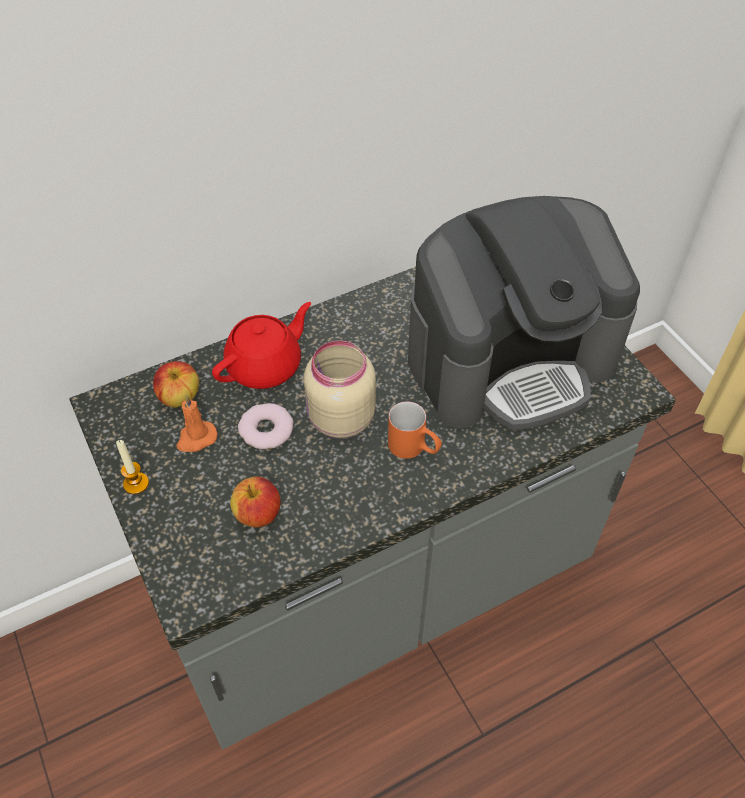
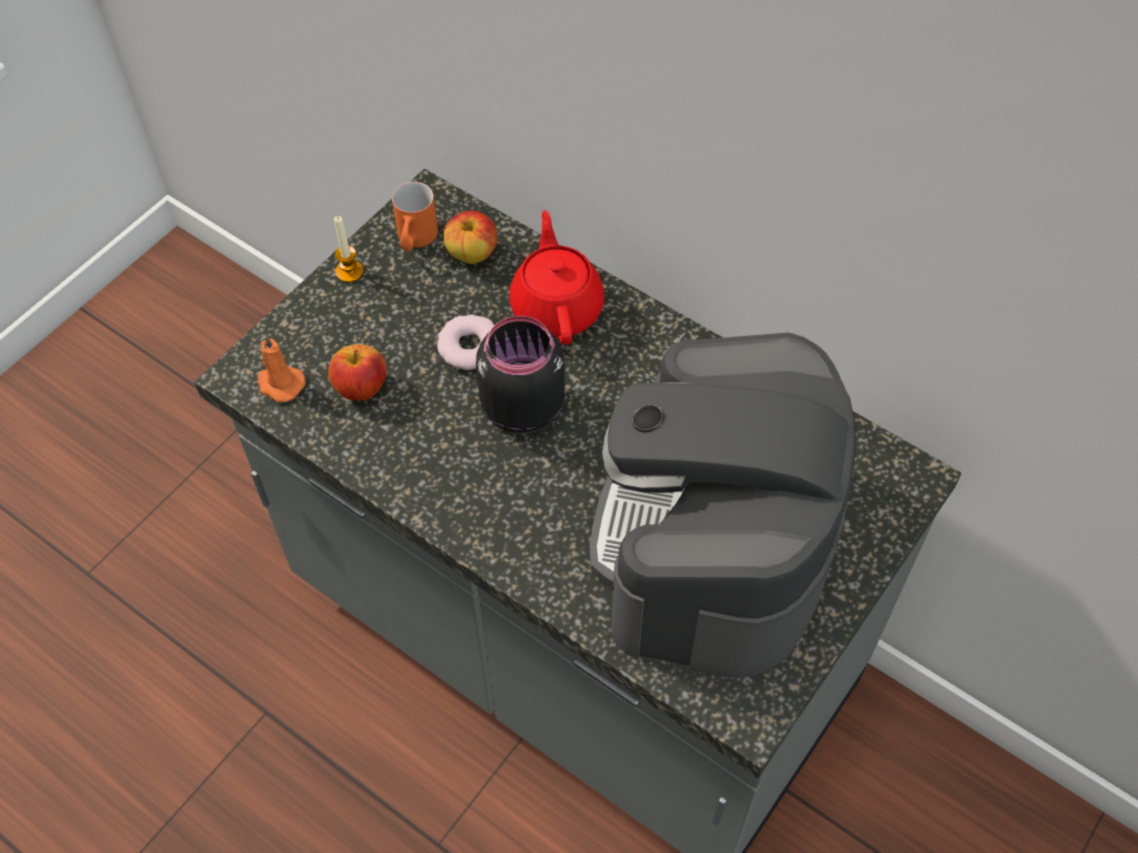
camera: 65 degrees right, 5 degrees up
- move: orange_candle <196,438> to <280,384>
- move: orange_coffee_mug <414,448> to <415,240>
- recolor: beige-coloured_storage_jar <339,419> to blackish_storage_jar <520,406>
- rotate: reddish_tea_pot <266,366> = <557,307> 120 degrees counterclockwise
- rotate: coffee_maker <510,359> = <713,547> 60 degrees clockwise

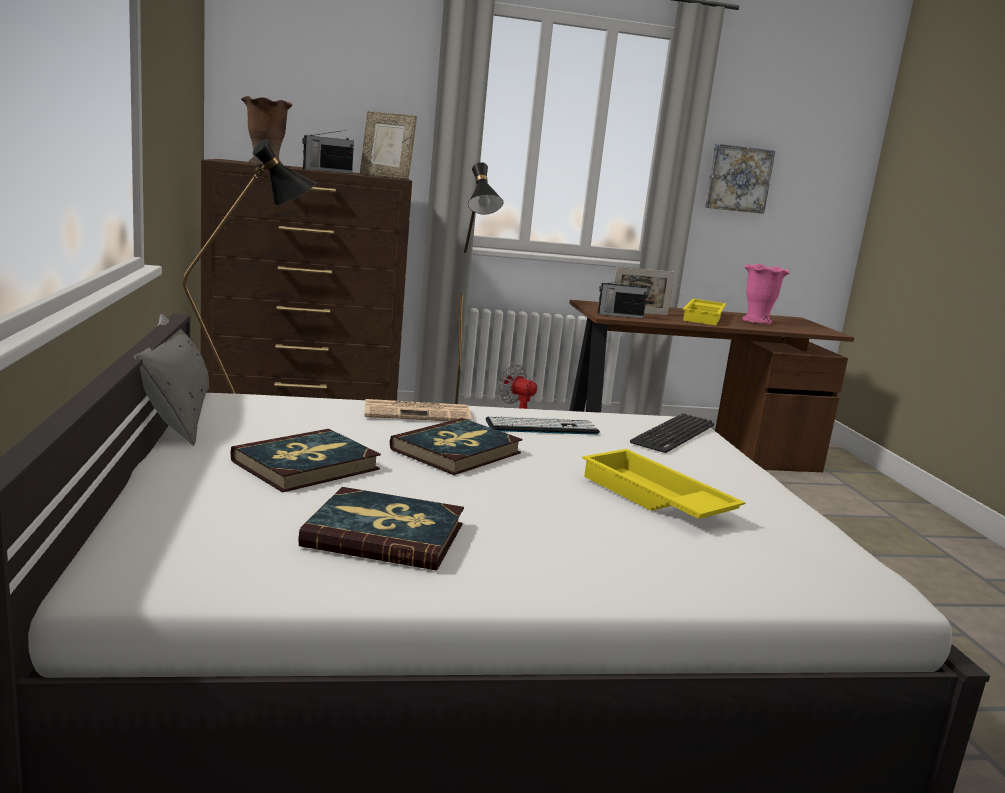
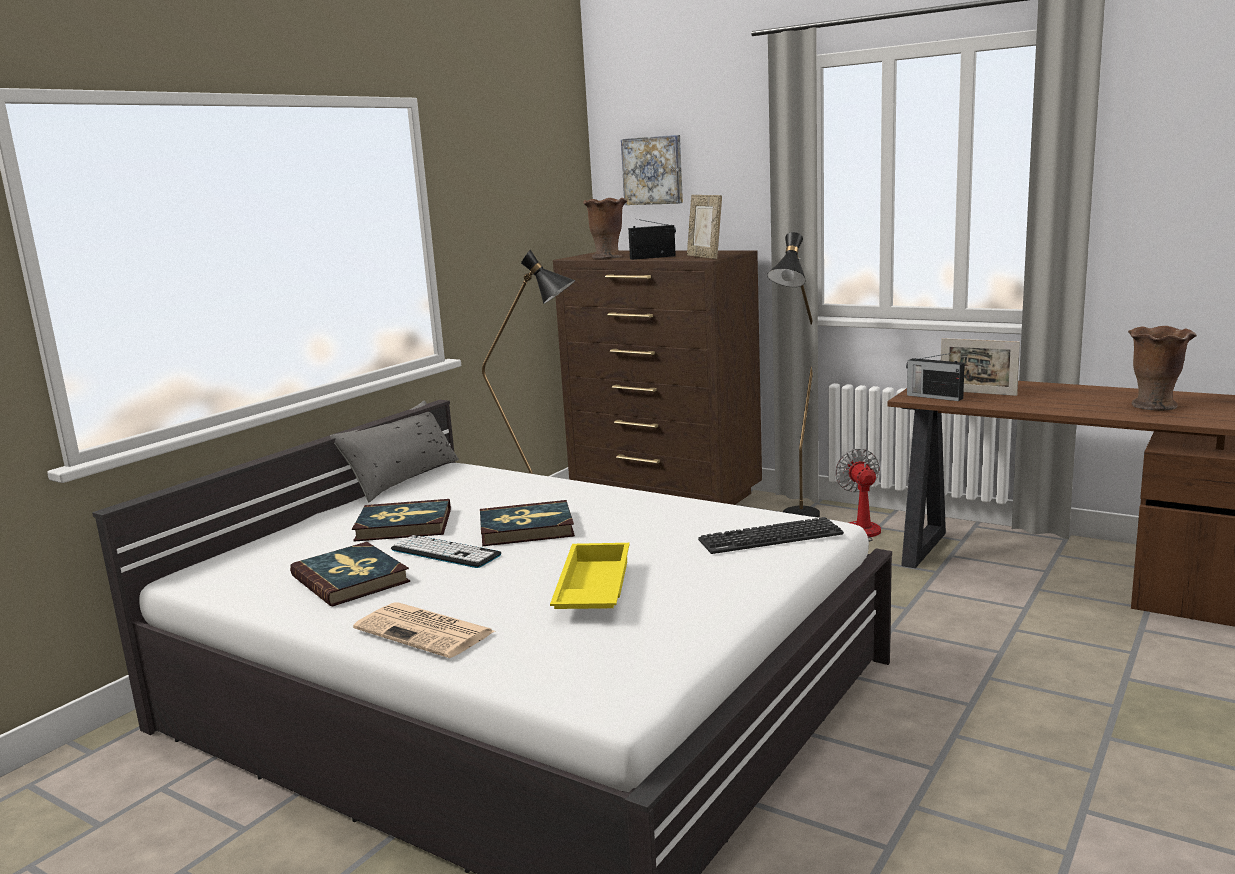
camera: 45 degrees right, 0 degrees up
- move: daily_paper <418,413> to <426,631>
- move: computer_keyboard <542,427> to <445,552>
- move: wall_picture <738,179> to <653,170>
- rotate: radio_receiver <326,171> = <653,257> 150 degrees clockwise
- recolor: pinkish_flower_vase <757,321> to brown_flower_vase <1154,406>
- delete: yellow_serving_tray <704,317>

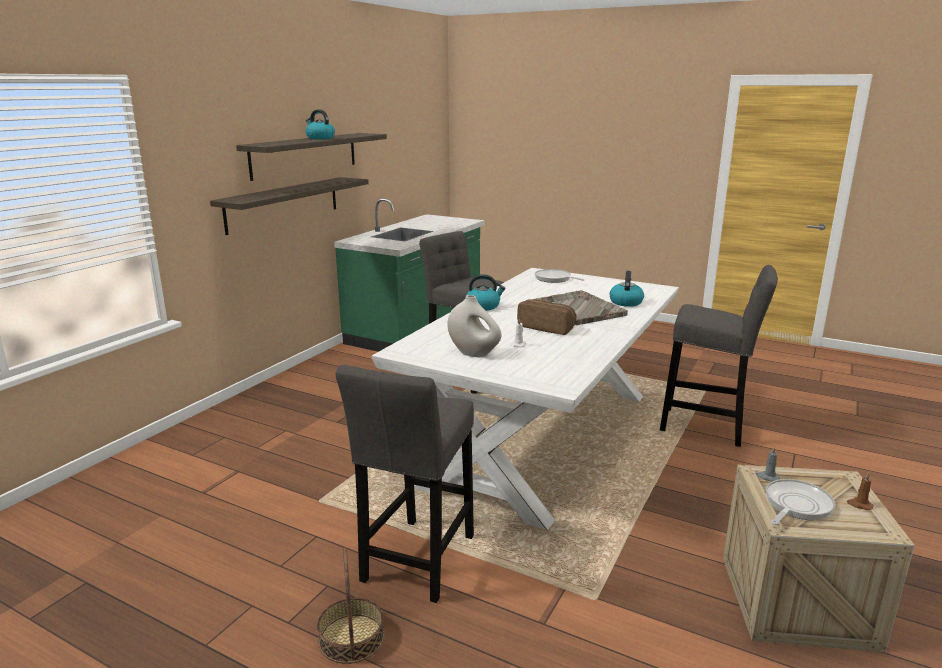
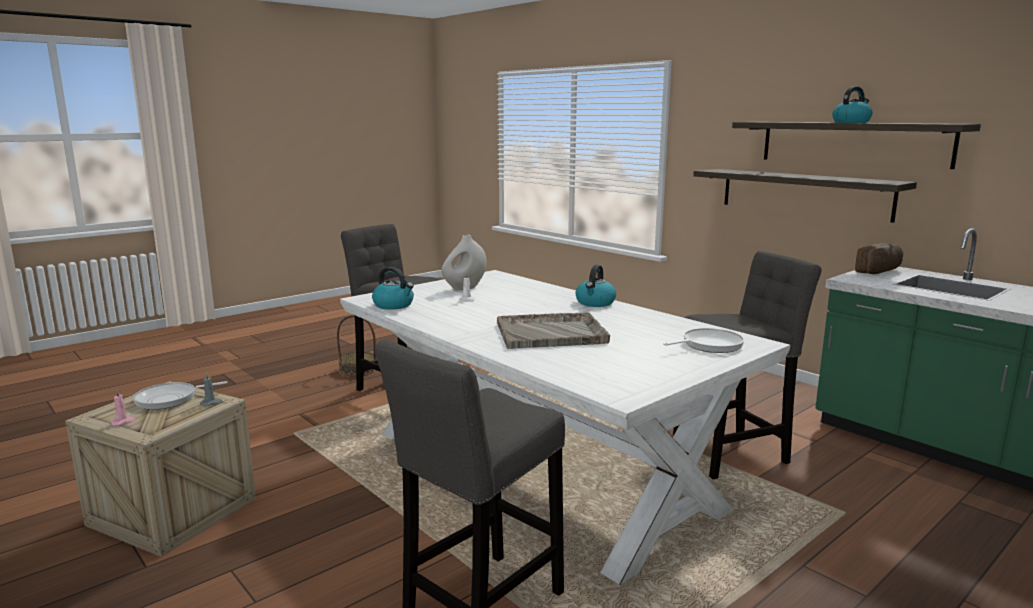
camera: 110 degrees right, 5 degrees down
- recolor: brown_candle <859,504> to pinkish_candle <123,422>
- rotate: pan <796,505> = <170,399> 90 degrees clockwise
- move: tea_kettle <625,302> to <394,305>
- move: baked_bread <547,327> to <880,271>

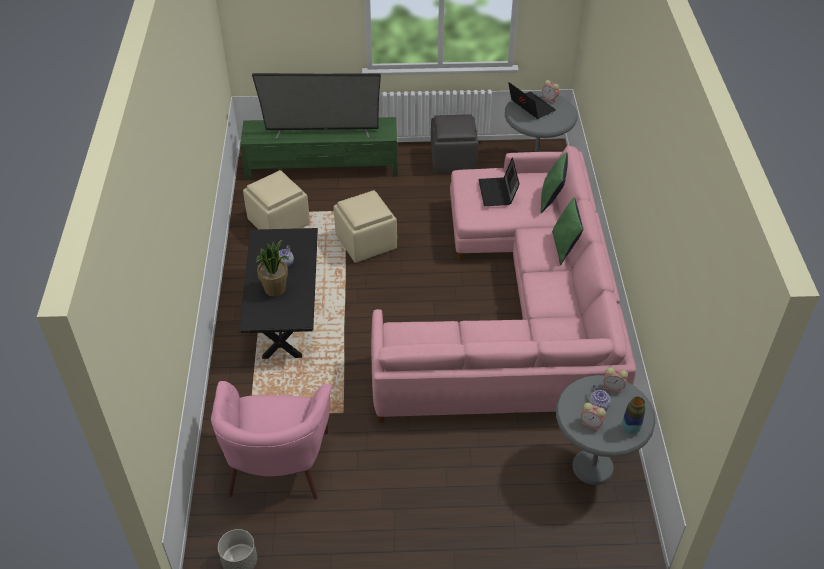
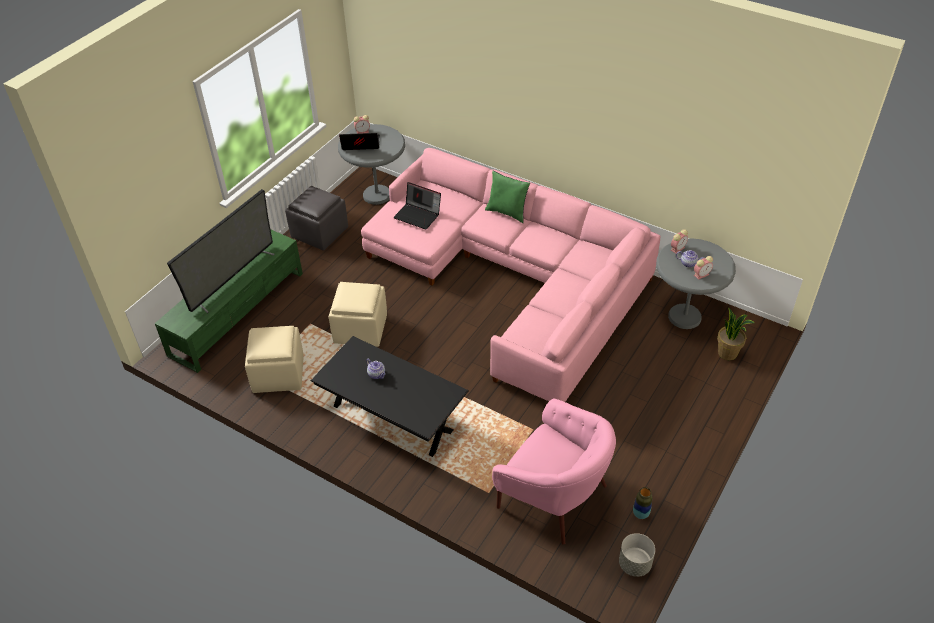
camera: 55 degrees left, 0 degrees up
- move: flower_vase <630,428> to <640,514>
- move: potted_plant <275,289> to <728,353>
- delete: greenish_throw_pillow <551,199>

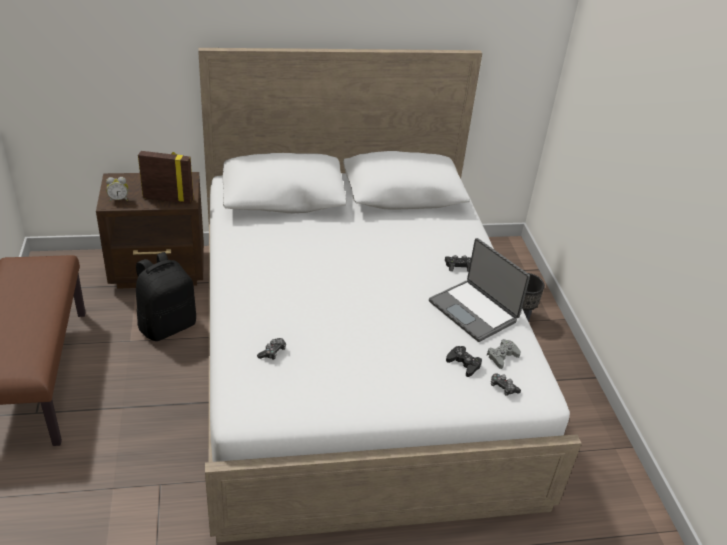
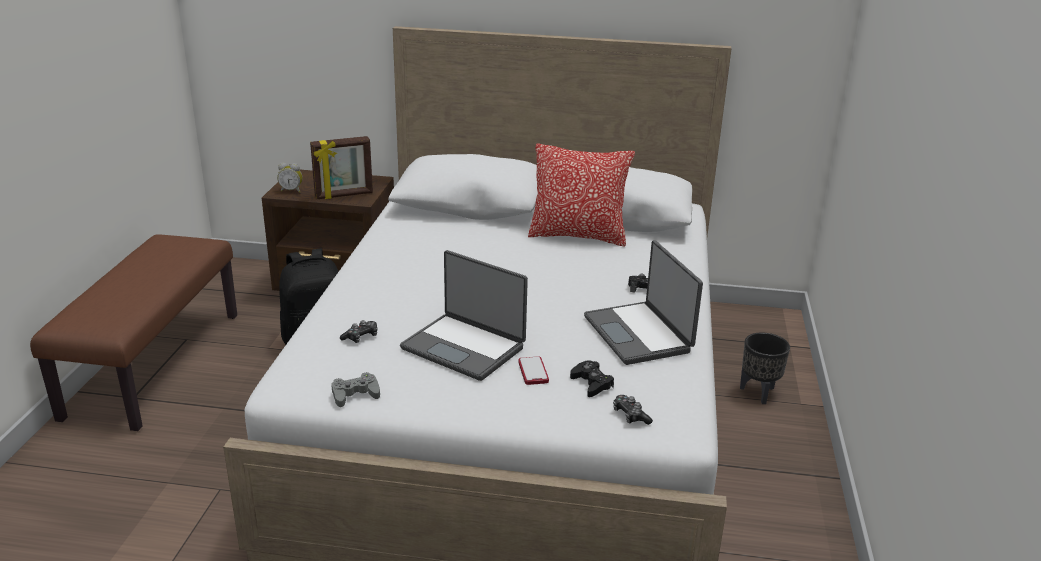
camera: 20 degrees right, 10 degrees down
- rotate: standing_frame <168,199> = <344,195> 135 degrees clockwise
- move: gray_gamepad <502,357> to <355,394>
- insert: laptop <464,347>
- insert: handset <533,372>
- insert: throw_pillow <578,236>

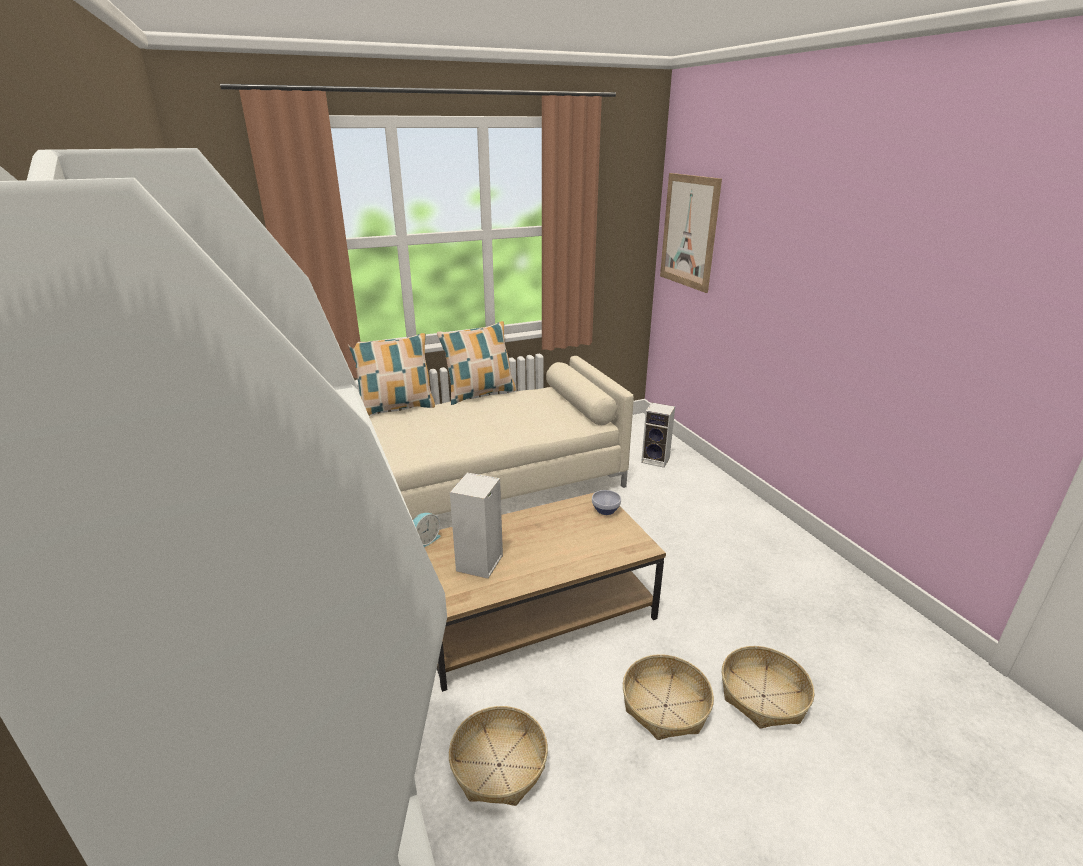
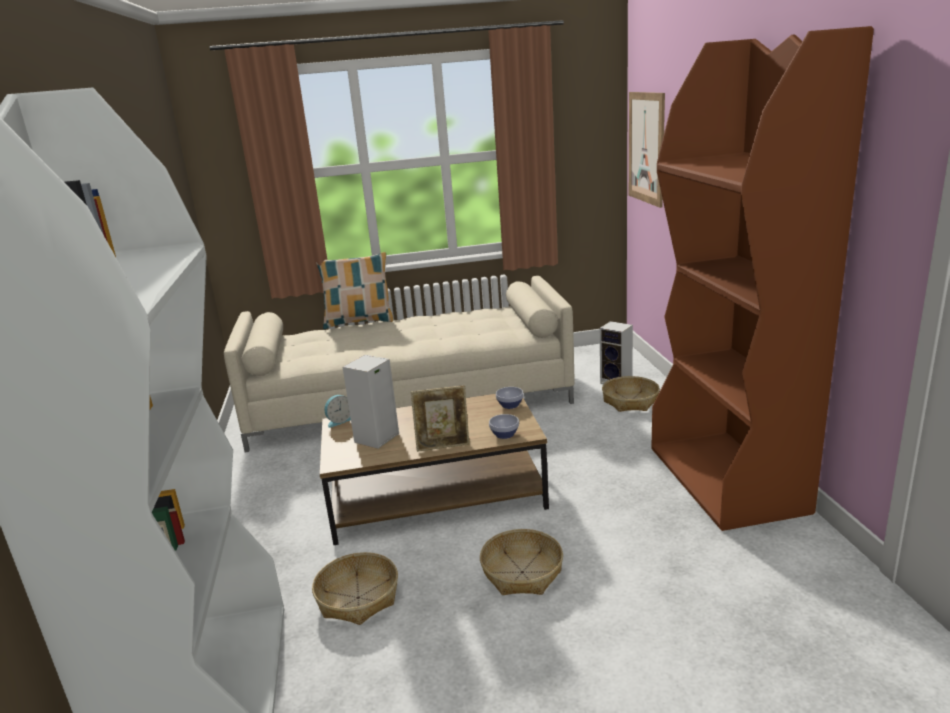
camera: 15 degrees right, 5 degrees down
- insert: standing_frame <443,446>
- insert: deep_dish <503,434>
- move: basket <763,695> to <630,401>
- insert: brown_shelving_unit <727,480>
- delete: throw_pillow <479,394>

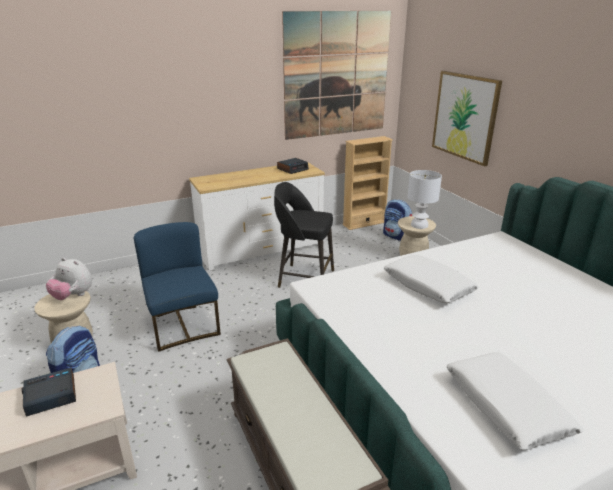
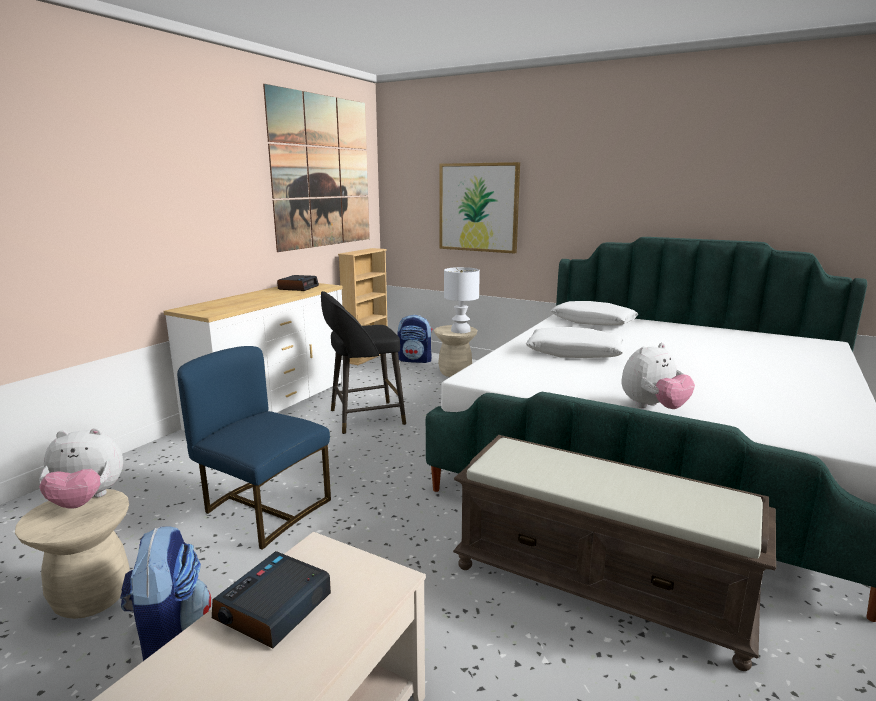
camera: 35 degrees left, 10 degrees down
- move: white-coloured_throw_pillow <506,407> to <593,322>
- insert: plush_toy <653,408>

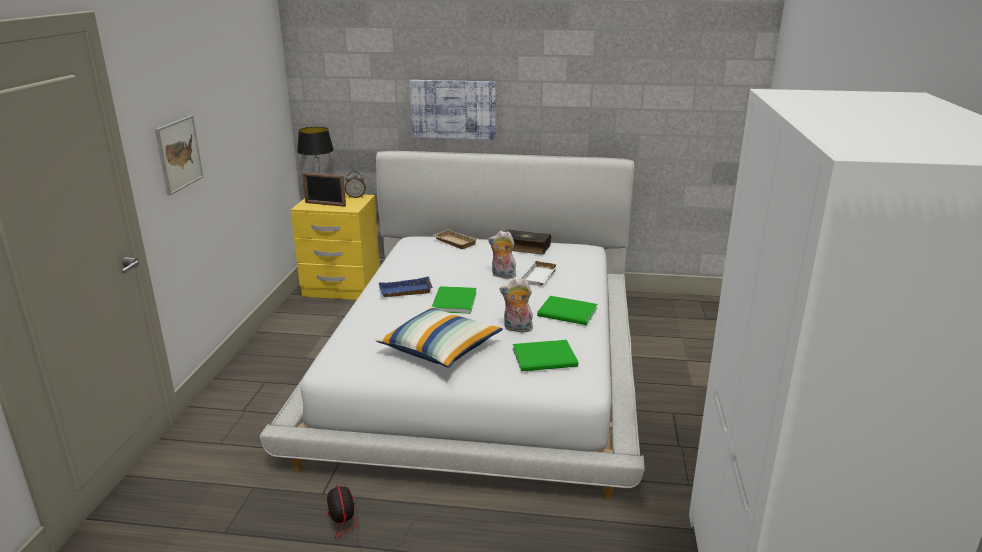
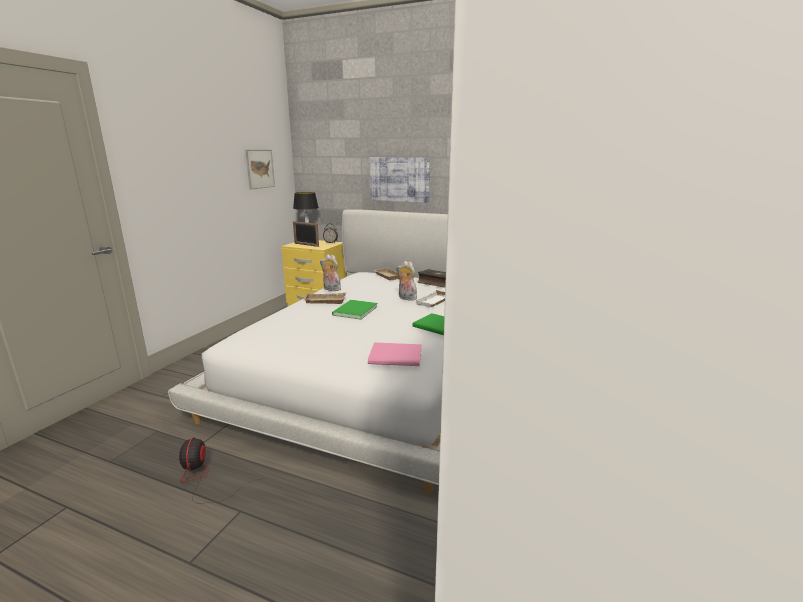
camera: 15 degrees right, 5 degrees down
- move: wall_picture <179,154> to <260,169>
- recolor: bluish_serving_tray <405,292> to beige-coloured_serving_tray <324,301>
- move: plush_toy <517,329> to <331,289>
- recolor: greenish_bound_book <546,358> to pinkish_bound_book <397,357>
- delete: throw_pillow <440,349>

